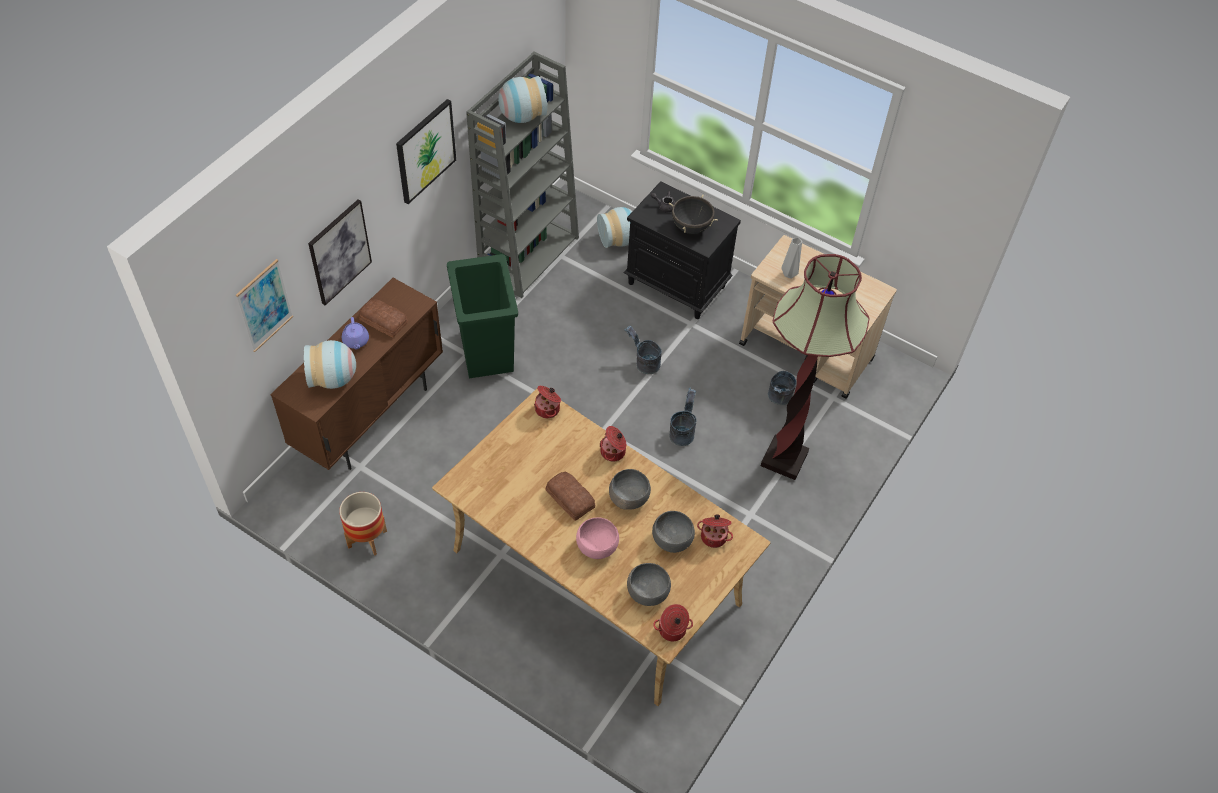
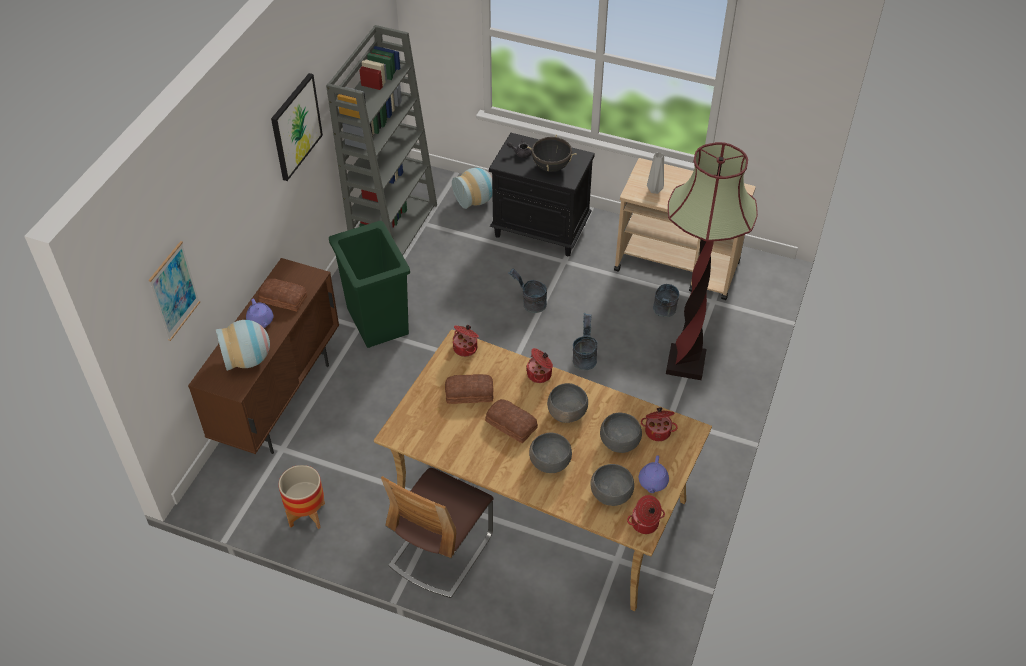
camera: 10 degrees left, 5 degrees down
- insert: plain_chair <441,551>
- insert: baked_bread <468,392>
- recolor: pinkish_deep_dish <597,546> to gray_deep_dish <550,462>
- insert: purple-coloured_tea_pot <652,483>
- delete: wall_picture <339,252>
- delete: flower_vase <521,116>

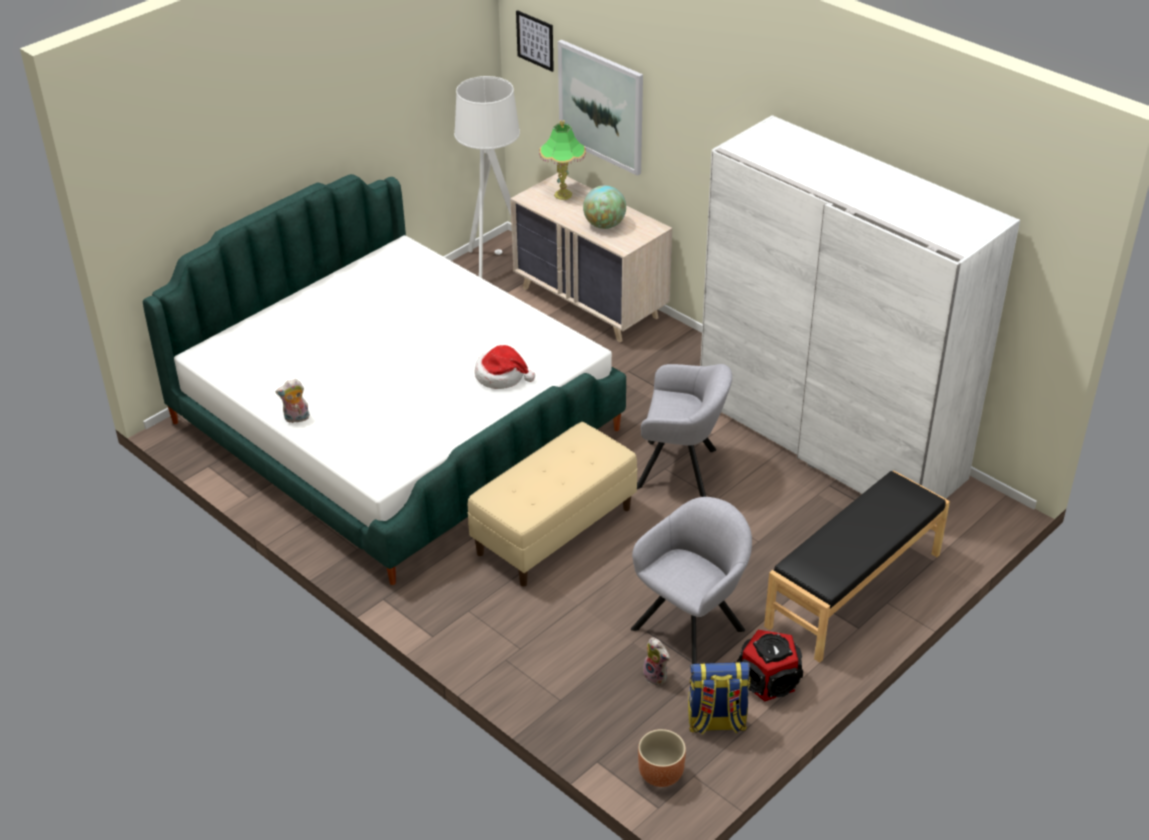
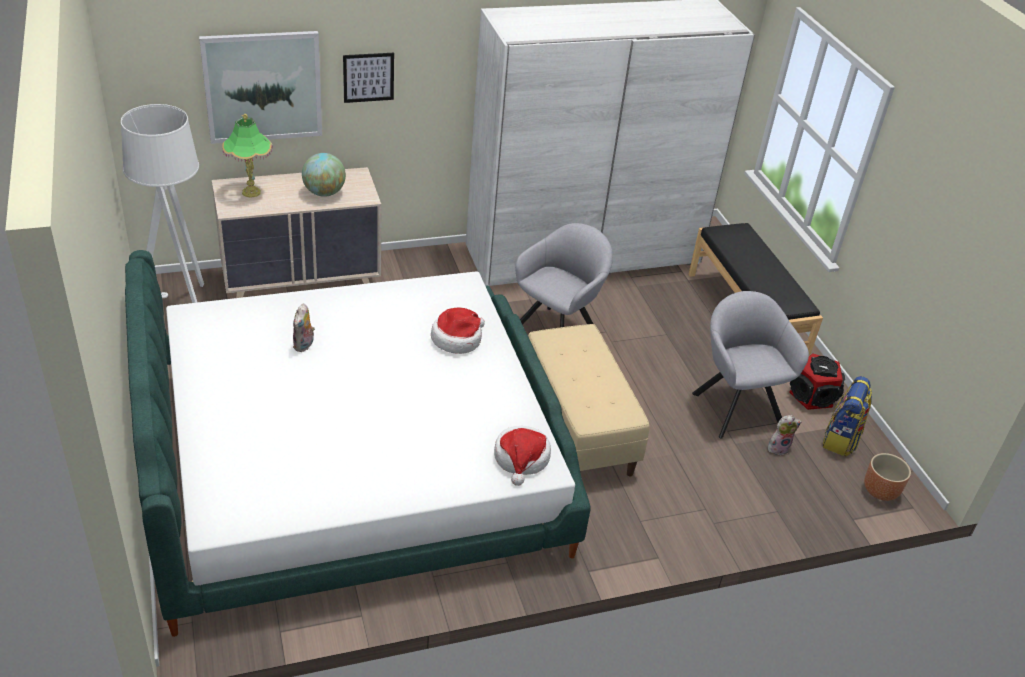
camera: 65 degrees left, 0 degrees up
- move: plush_toy <296,419> to <304,345>
- move: wall_picture <535,40> to <368,77>
- insert: wearable_hat <521,459>

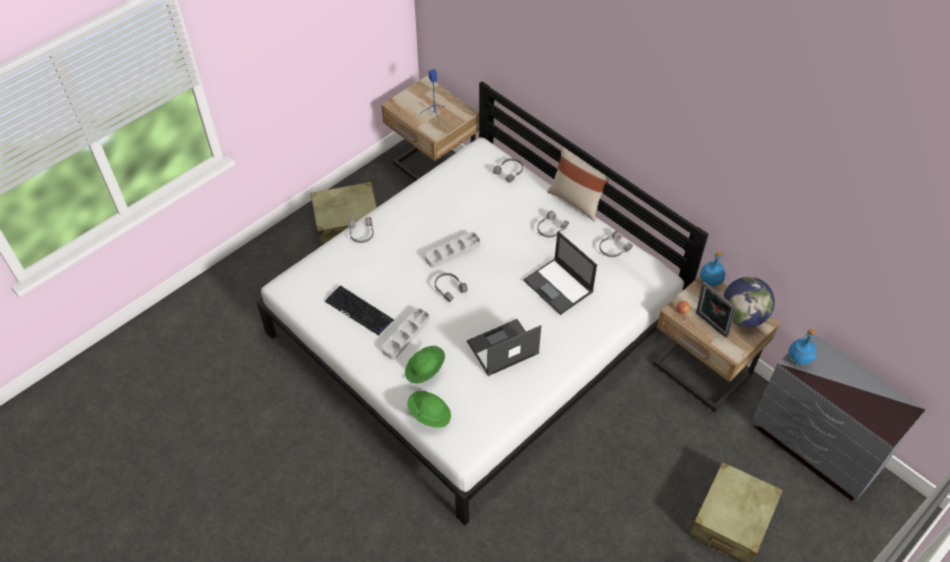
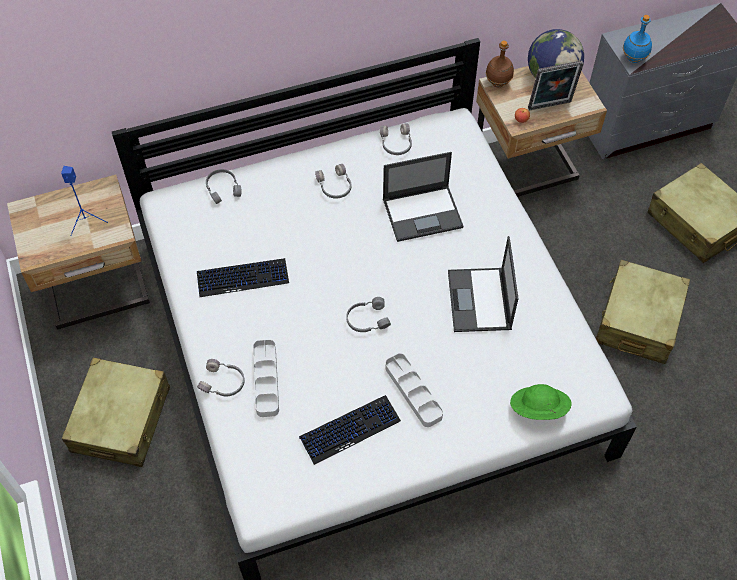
camera: 65 degrees left, 5 degrees up
- insert: computer_keyboard <243,278>
- move: gray_serving_tray <452,252> to <266,380>
- recolor: bluish_beverage_bottle <709,283> to brown_beverage_bottle <497,83>
- insert: beige-coloured_travel_case <638,321>
- delete: greenish_wearable_hat <425,370>
- delete: beige-coloured_throw_pillow <577,200>

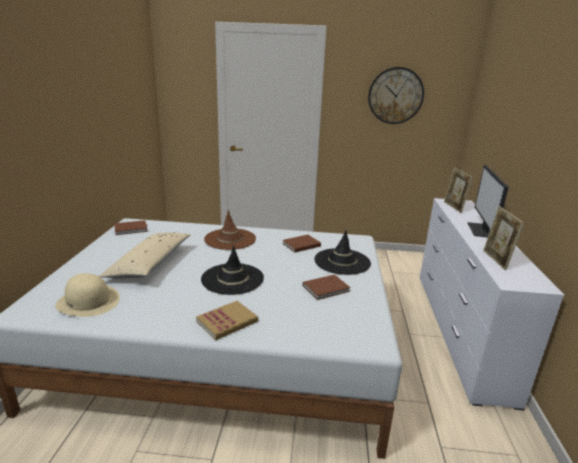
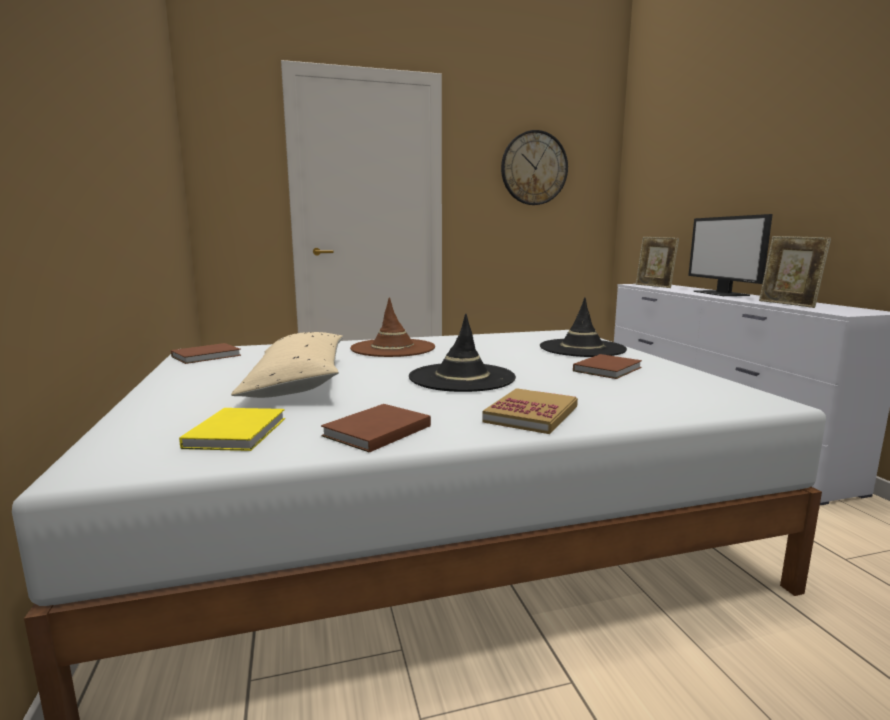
camera: 20 degrees left, 10 degrees down
- replace: beige-coloured_wearable_hat <88,301> to yellow_bound_book <239,432>
- move: brown_bound_book <300,245> to <374,431>

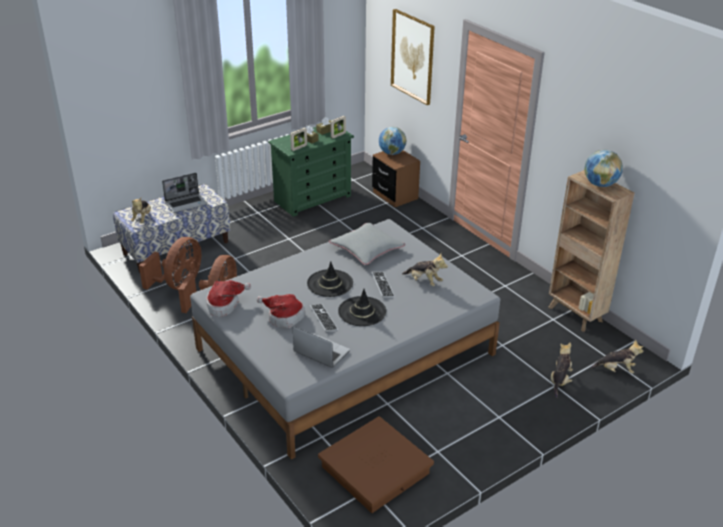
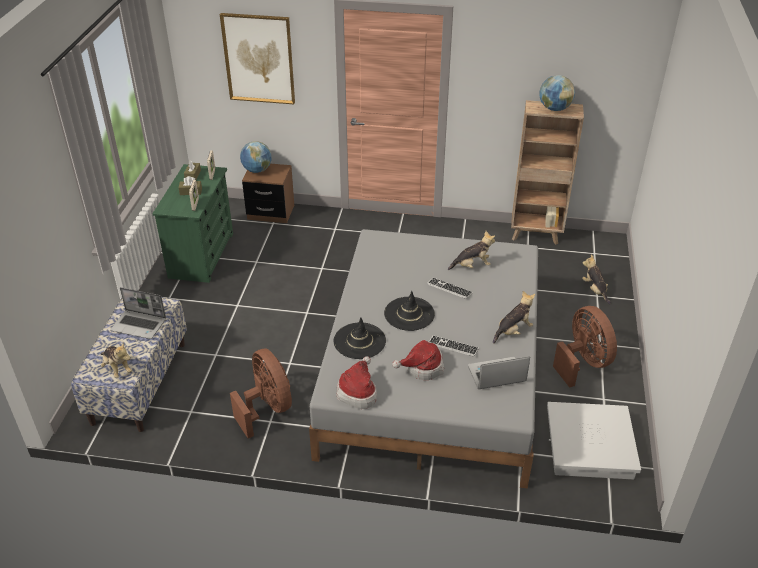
camera: 45 degrees left, 5 degrees up
- rotate: laptop <186,203> = <139,325> 90 degrees clockwise
- move: blackish_wearable_hat <362,311> to <359,341>
- move: plush_toy <616,370> to <513,331>
- recolor: brown_storage_container <375,470> to white-coloured_storage_container <589,446>
- move: brown_electric_fan <178,284> to <583,363>
- delete: gray_throw_pillow <367,248>

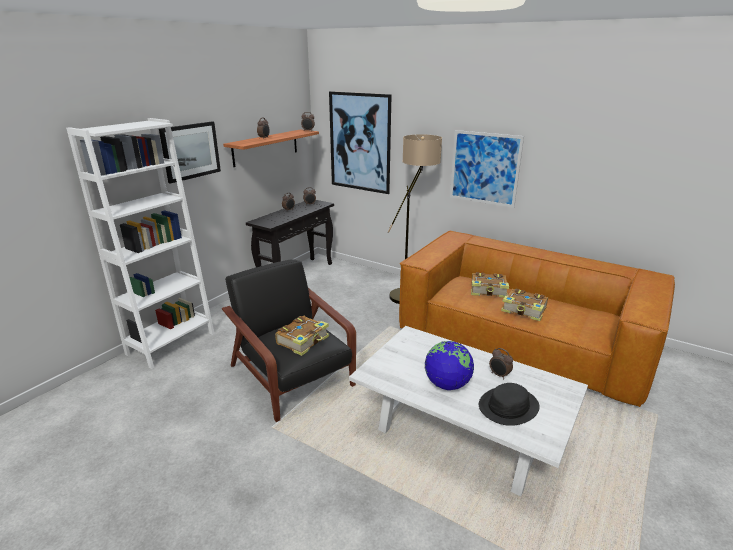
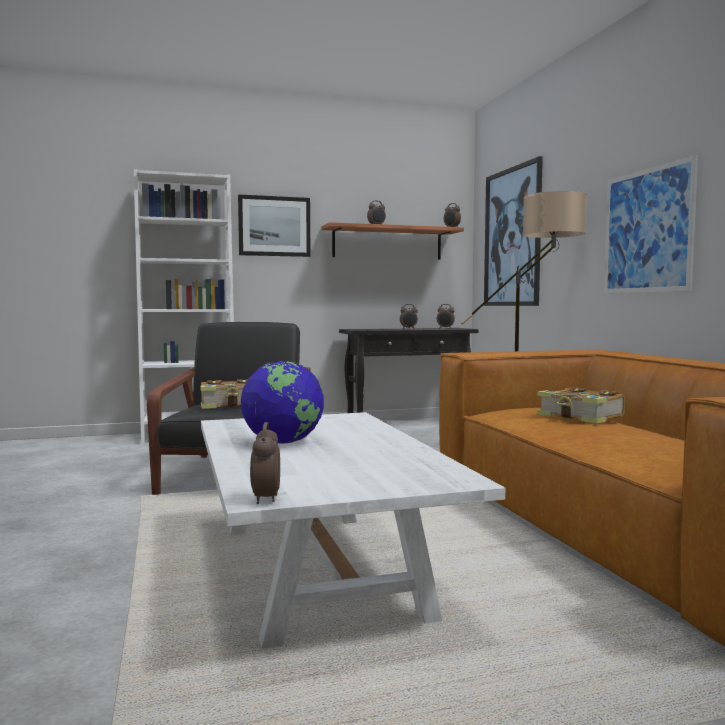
camera: 40 degrees right, 20 degrees down
- move: alarm_clock <499,375> to <265,499>
- delete: blackish_wearable_hat <508,406>
- delete: bound_book <524,310>

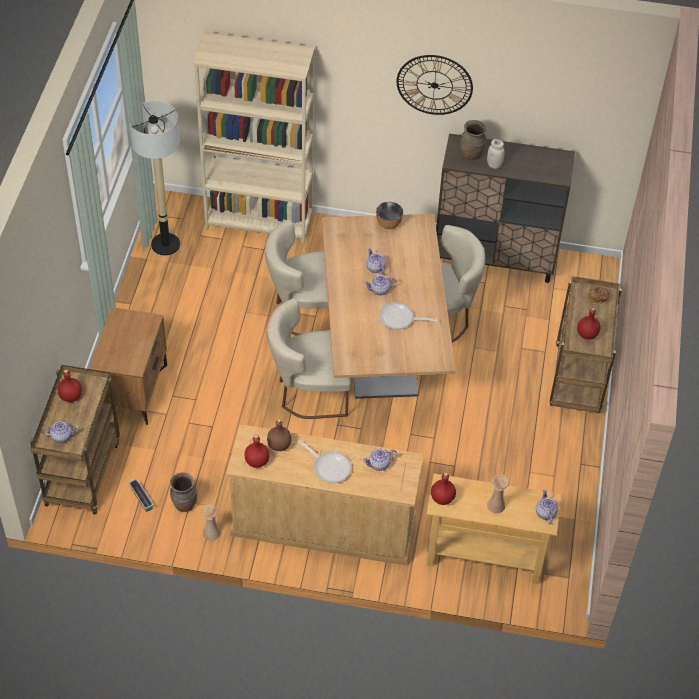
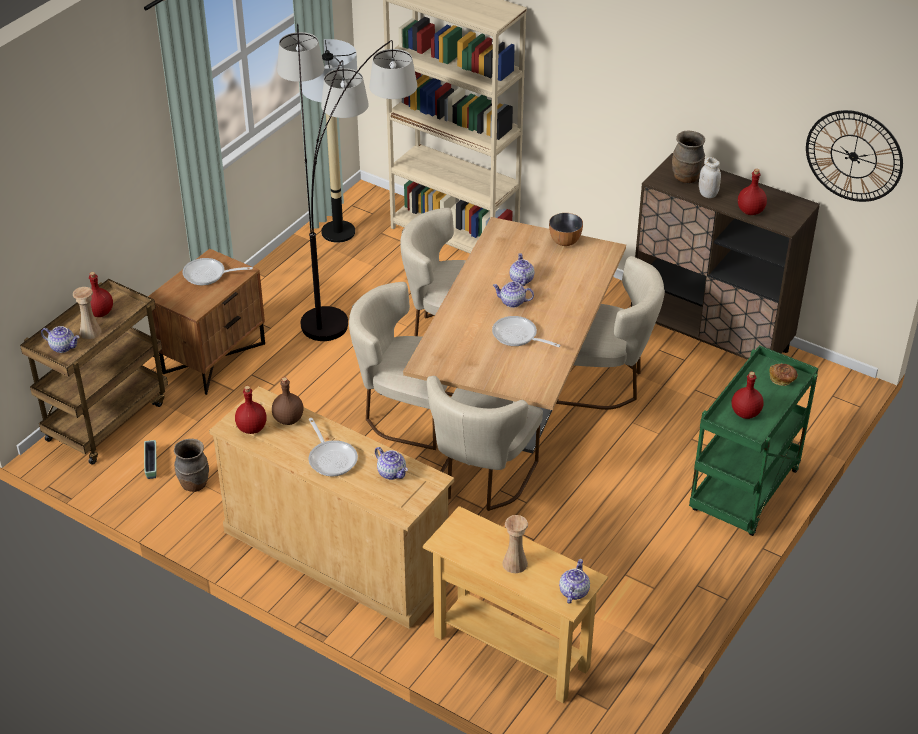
camera: 25 degrees right, 10 degrees down
- move: beige-coloured_flower_vase <211,533> to <90,332>
- insert: pan <208,275>
- insert: standard_lamp <346,291>
- rotate: tea_pot <379,464> = <392,473> 135 degrees counterclockwise
- insert: beige-coloured_plain_chair <481,480>
- recolor: brown_trolley <578,381> to greenish_trolley <745,493>
- move: reddish_beverage_bottle <442,498> to <751,211>
- move: clock_on_the_wall <434,85> to <853,156>

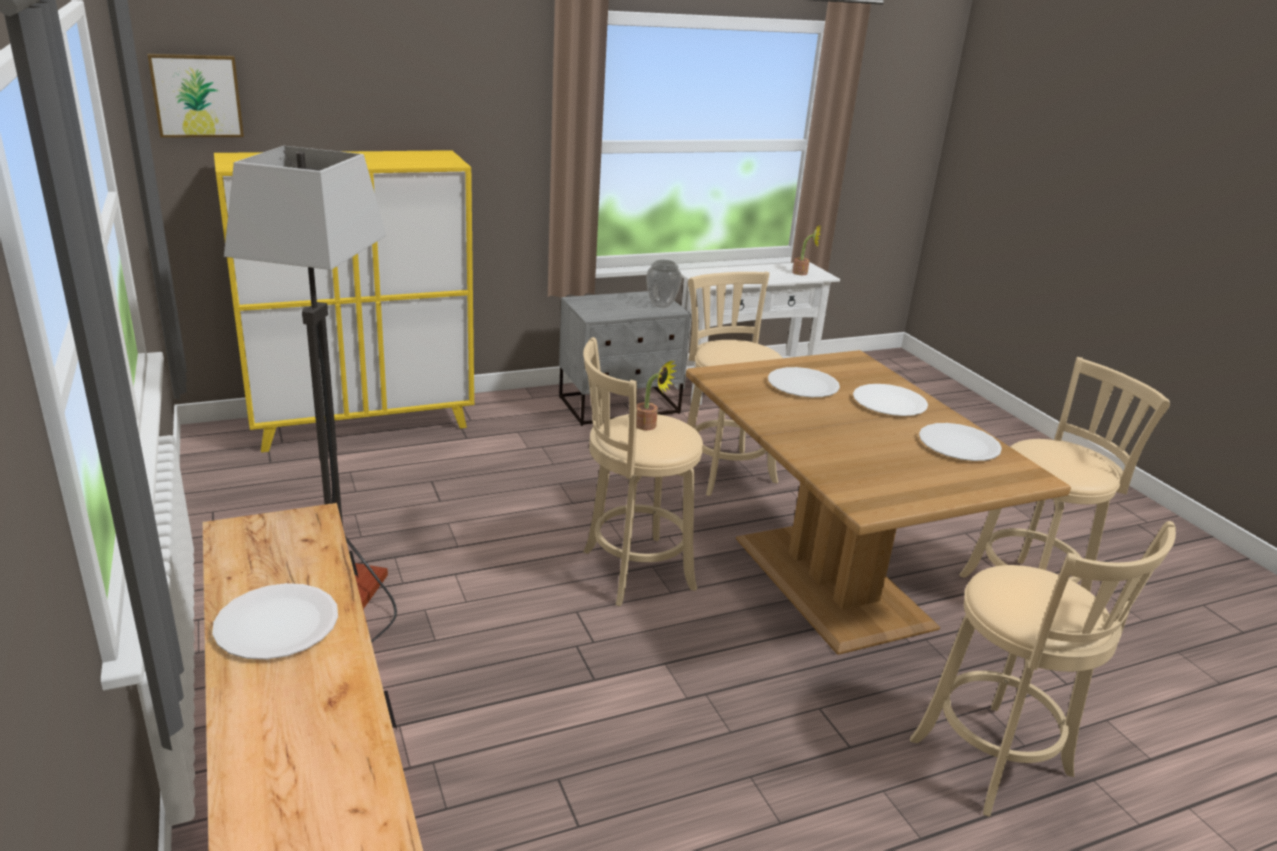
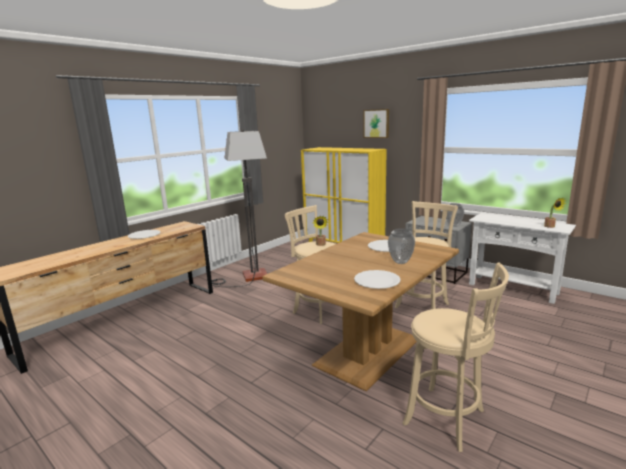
camera: 65 degrees right, 10 degrees down
- move: wall_picture <197,95> to <376,123>
- replace: white-coloured_dinner_plate <889,402> to flower_vase <400,262>
- delete: beige-coloured_stool_seat <997,763>

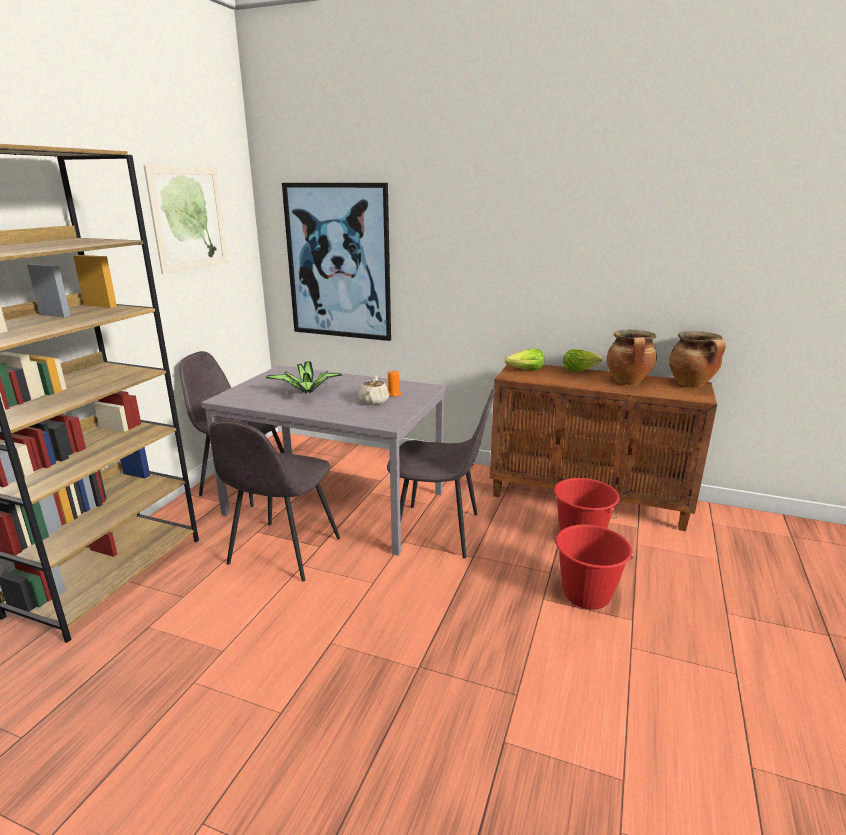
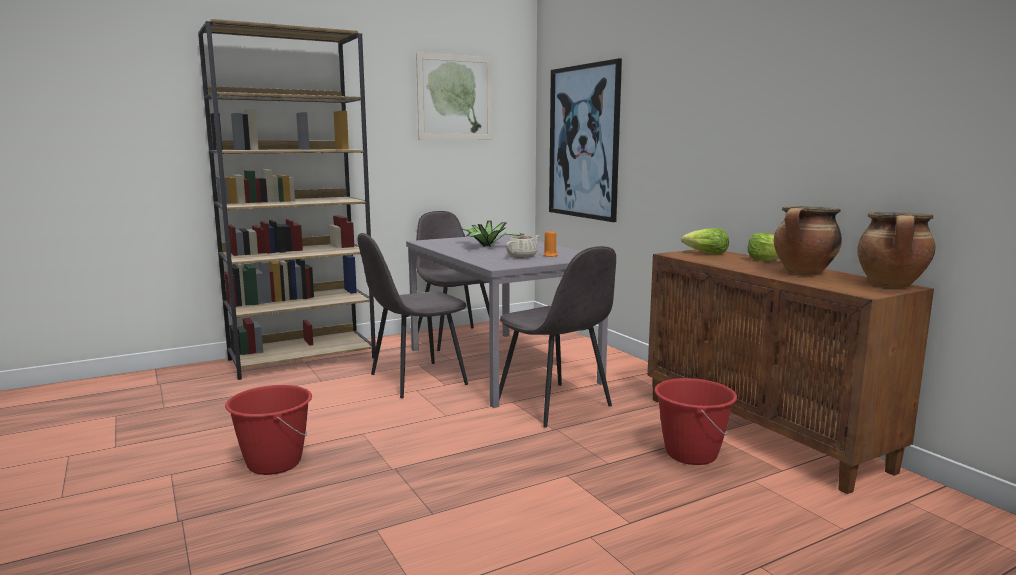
camera: 40 degrees right, 10 degrees down
- move: reddish_water_bucket <586,595> to <274,463>

